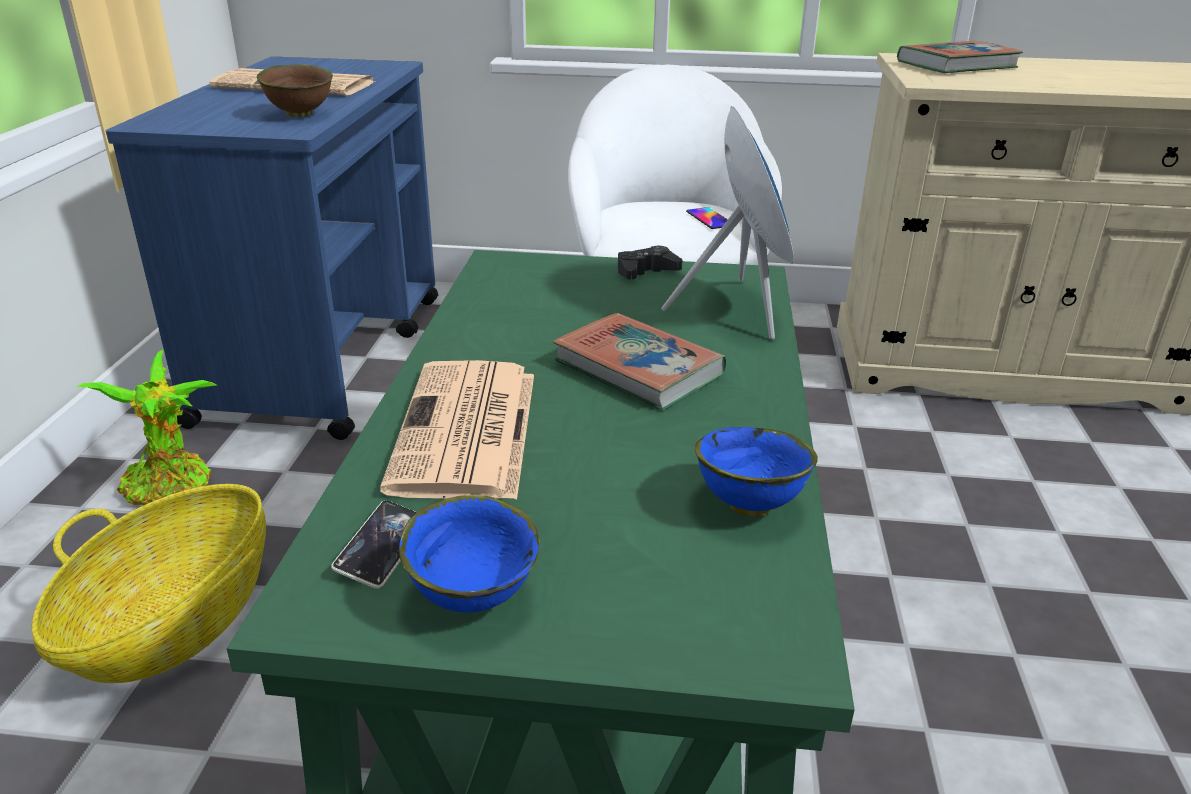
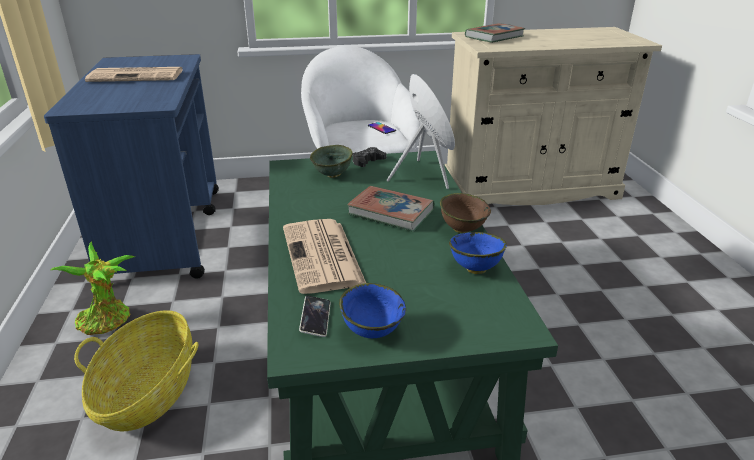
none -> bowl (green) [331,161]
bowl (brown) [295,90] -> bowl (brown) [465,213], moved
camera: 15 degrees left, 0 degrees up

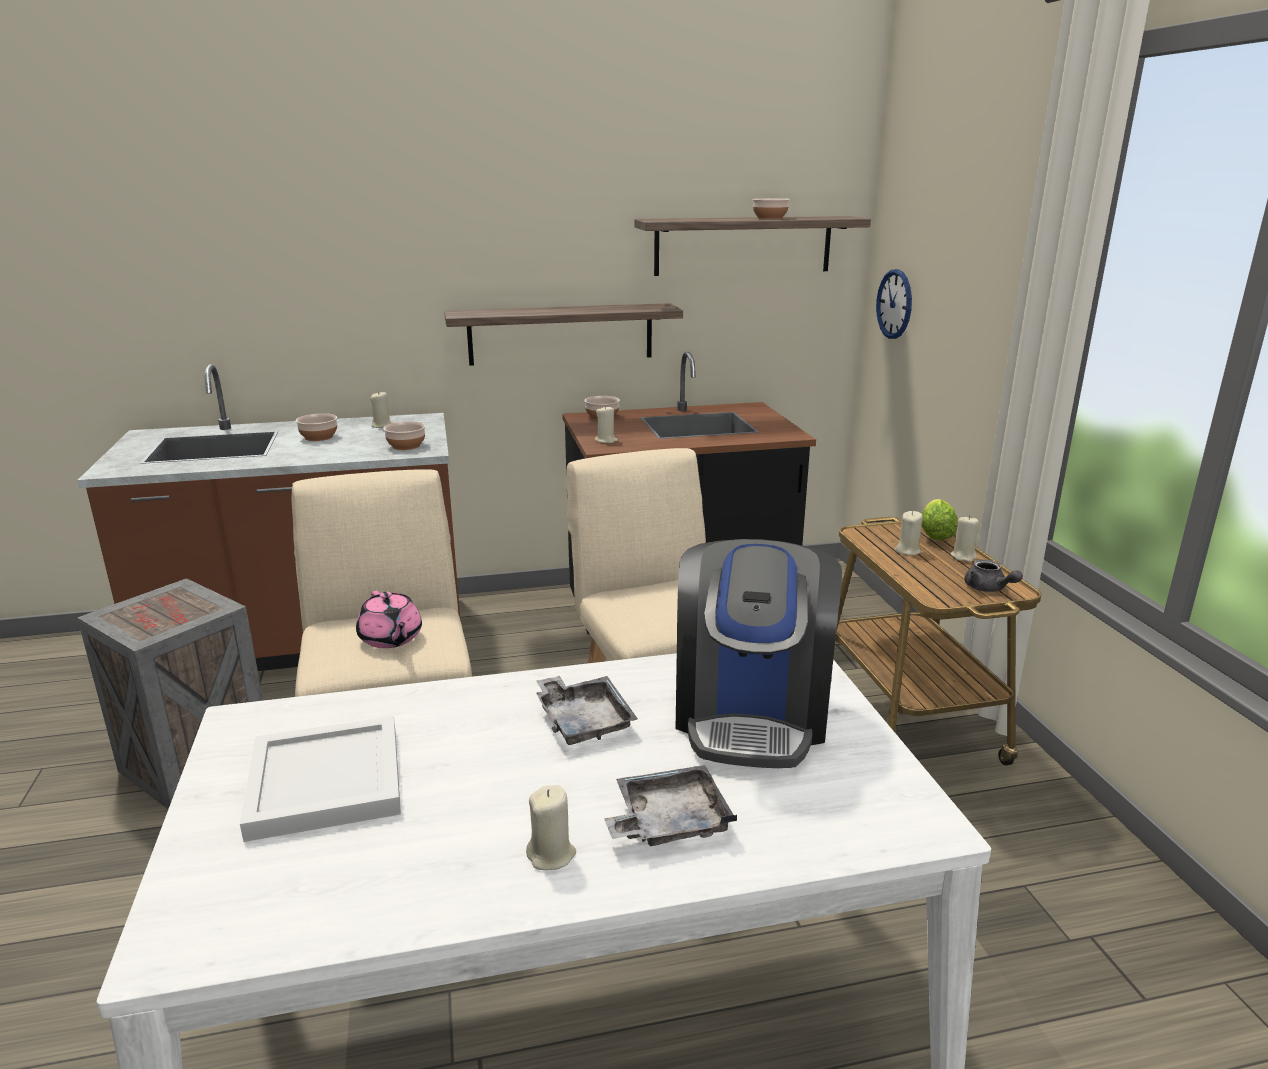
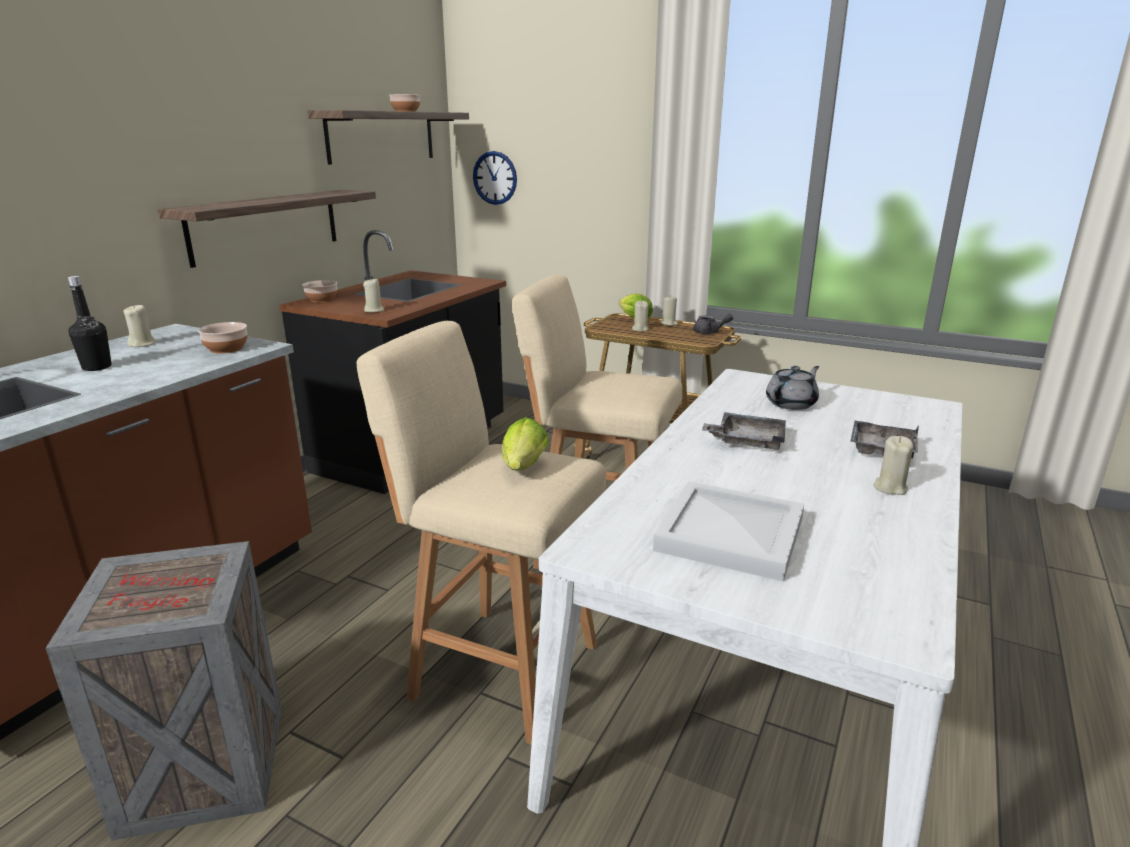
bowl [316,427] -> bottle (black-coloured) [90,323]
teapot (pinkish) [389,619] -> lettuce head [525,443]
coffee brewer [759,653] -> teapot (greyish) [792,388]
camera: 50 degrees left, 0 degrees up

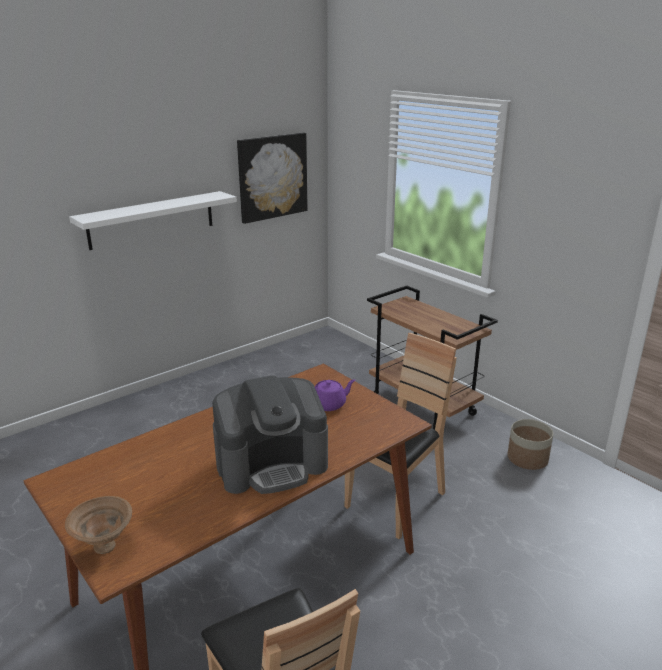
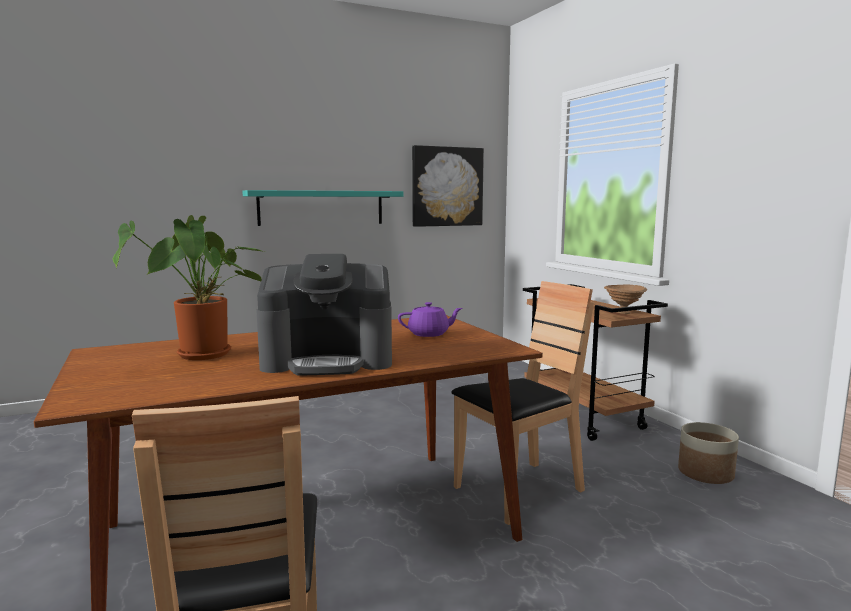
none -> potted plant [188,287]
wall shelf (white-coloured) [153,220] -> wall shelf (turquoise) [322,208]
bowl (brown) [98,525] -> bowl (brown) [625,299], moved
camera: 15 degrees right, 15 degrees down

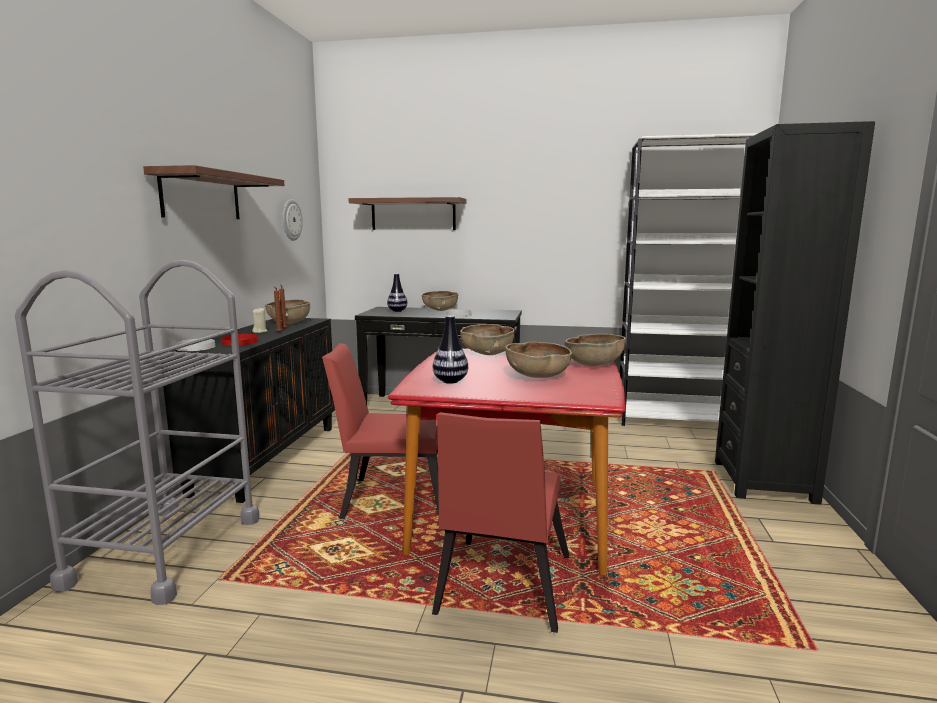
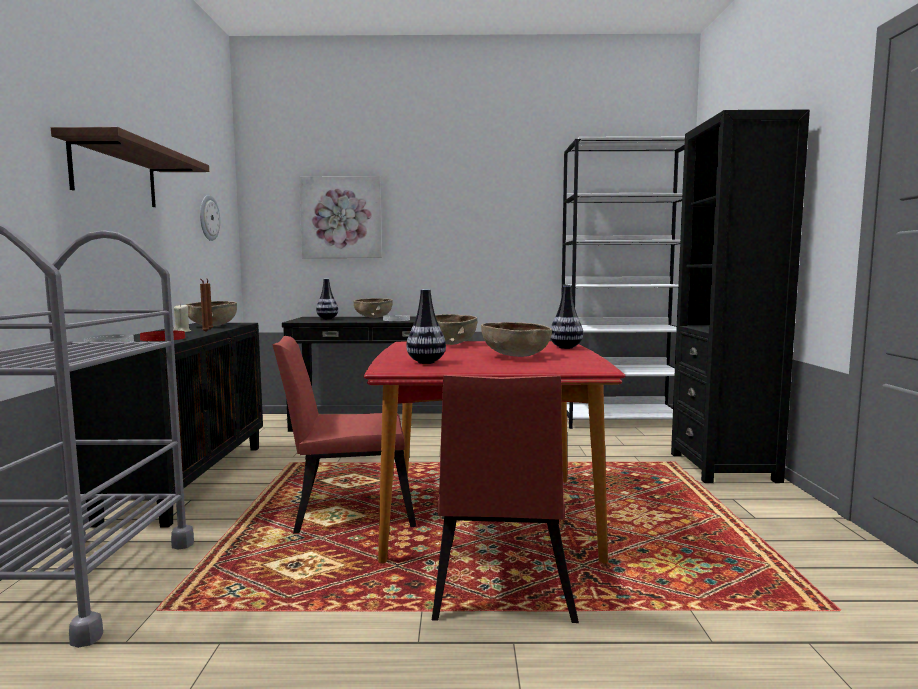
wall shelf [407,213] -> wall picture [340,217]
bowl (brown) [595,350] -> decorative vase [566,317]
camera: 10 degrees left, 5 degrees down

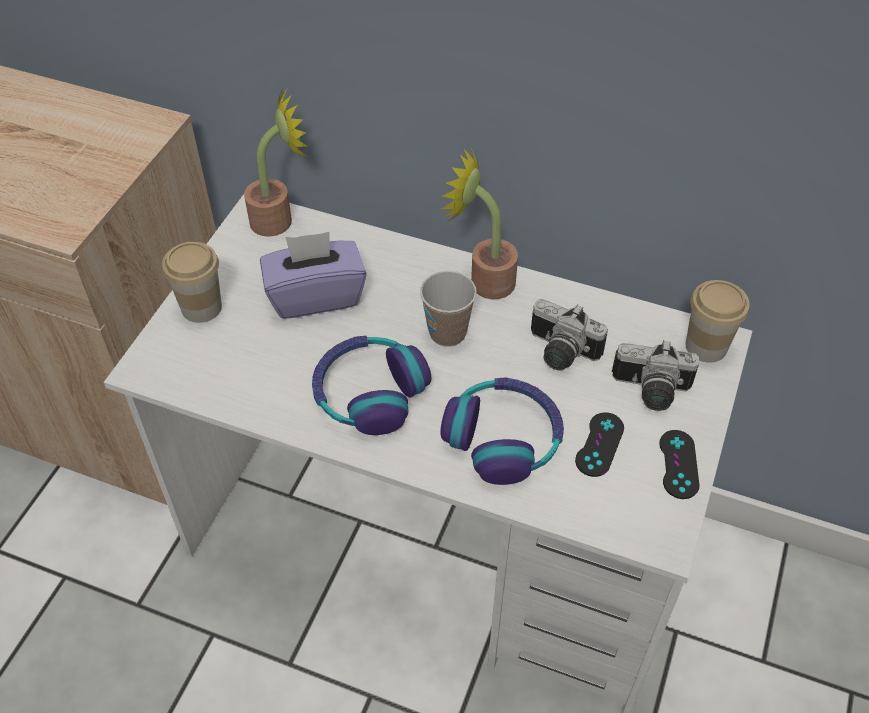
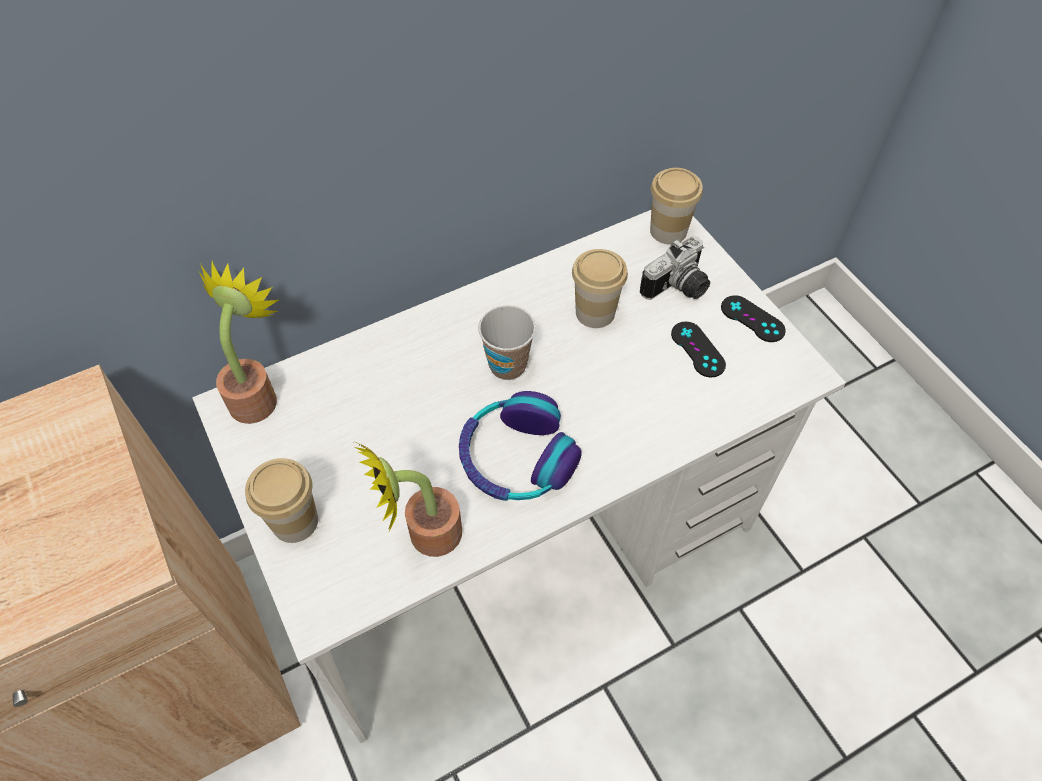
potted plant [479,223] -> potted plant [407,499], moved
photo camera [569,334] -> drinking cup [600,288]
box of tissues (purple-coloured) [313,275] -> none
headset [502,431] -> none
camera: 50 degrees left, 5 degrees up

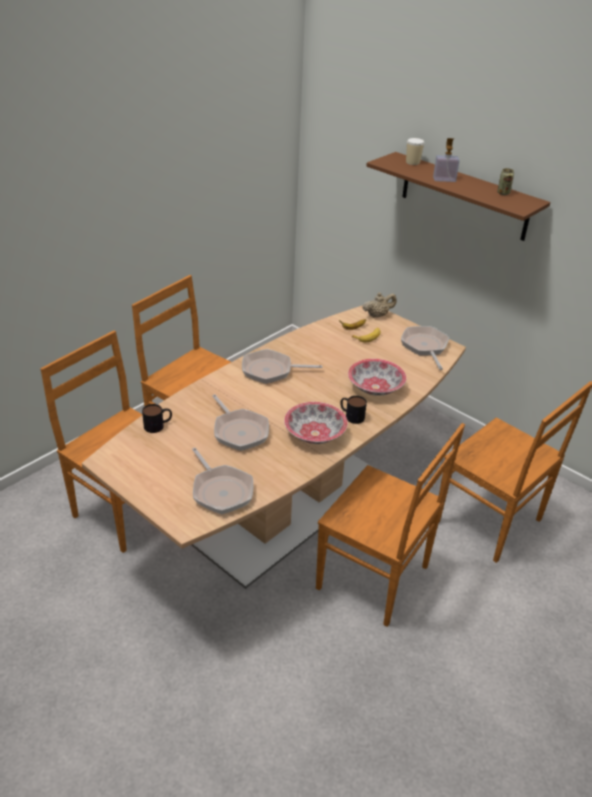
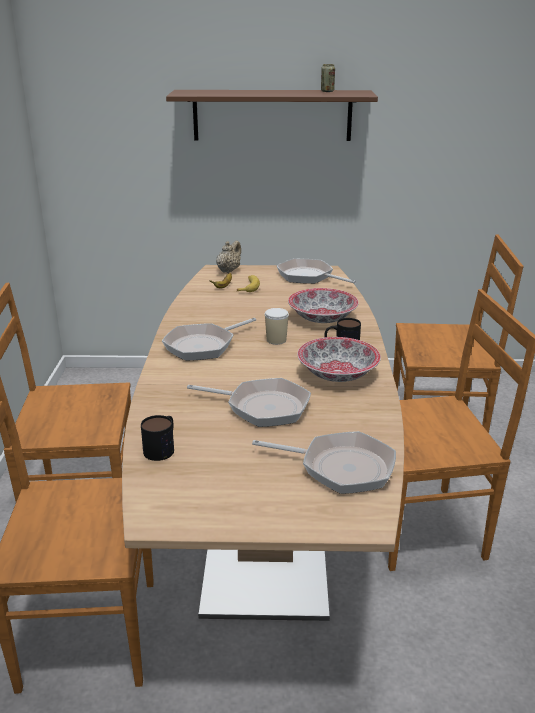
drinking cup [415,151] -> drinking cup [277,326], moved
soap dispenser [446,160] -> none
camera: 40 degrees left, 10 degrees down

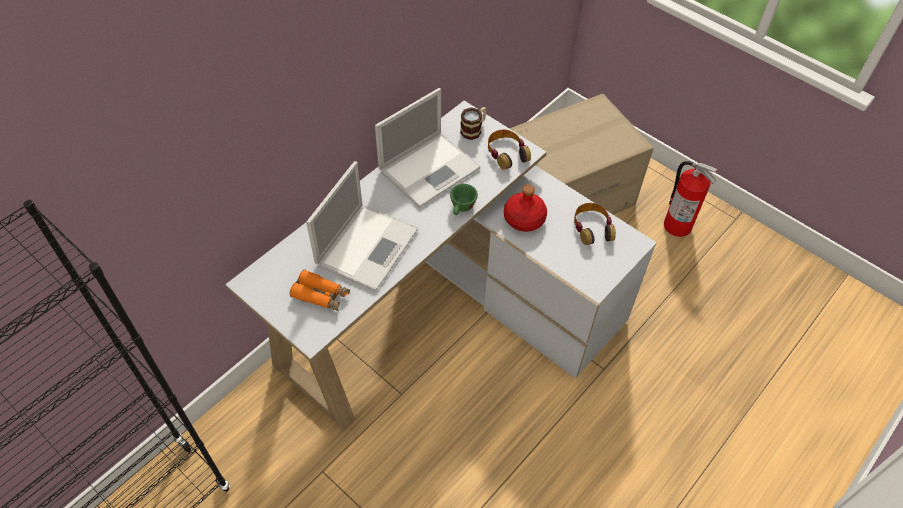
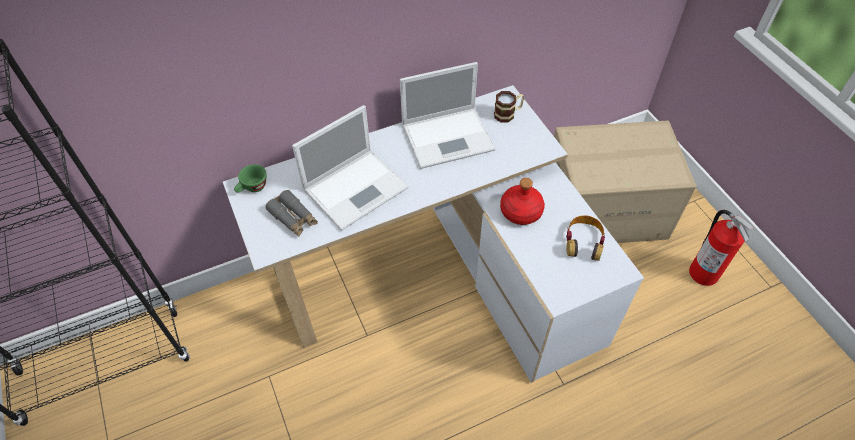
drinking cup (green) [464,199] -> drinking cup (green) [250,178], moved
pair of binoculars (orange) [320,290] -> pair of binoculars (greyish) [291,213]
headset [509,150] -> none
camera: 25 degrees right, 0 degrees up

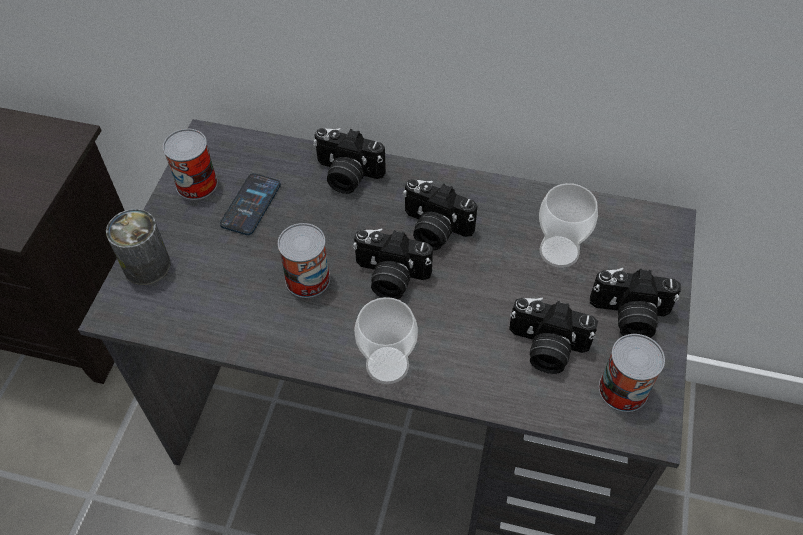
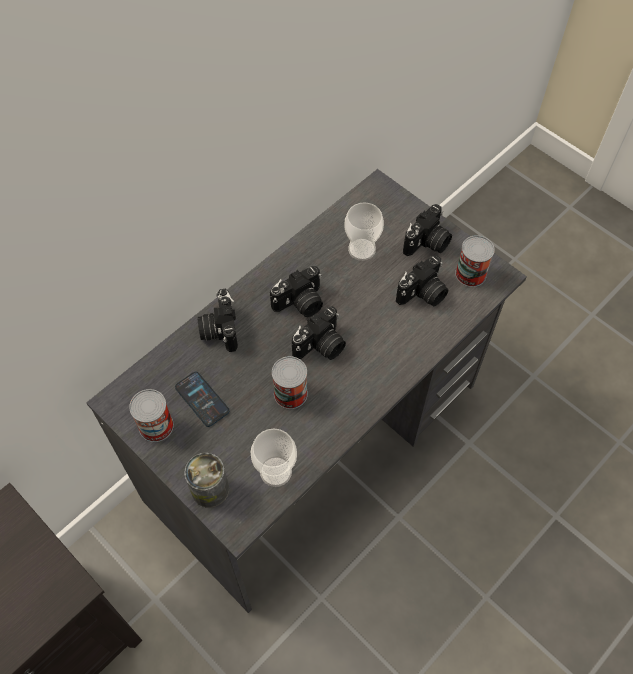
photo camera [349,161] -> photo camera [217,320], 120 degrees clockwise
drinking cup [386,340] -> drinking cup [274,458], moved
camera: 60 degrees left, 5 degrees up

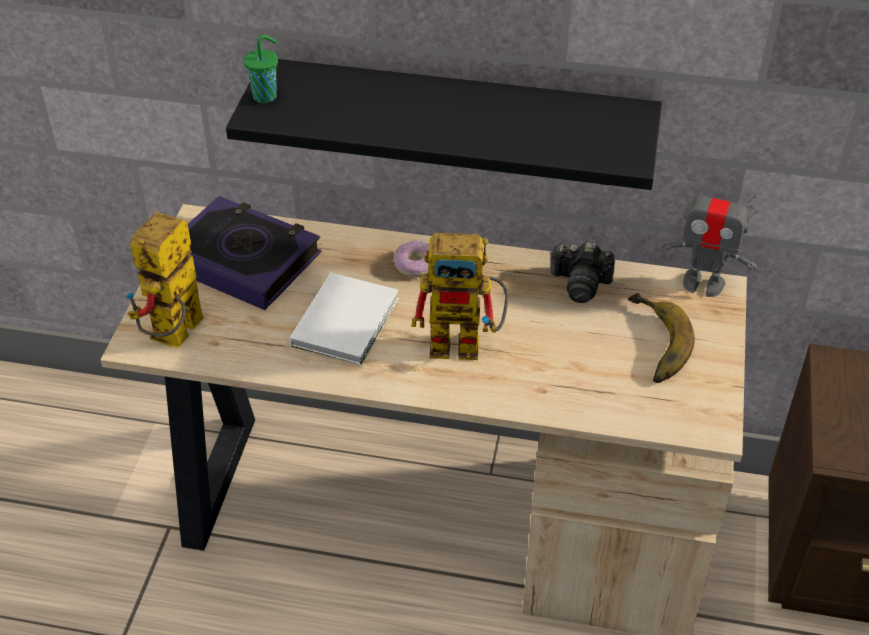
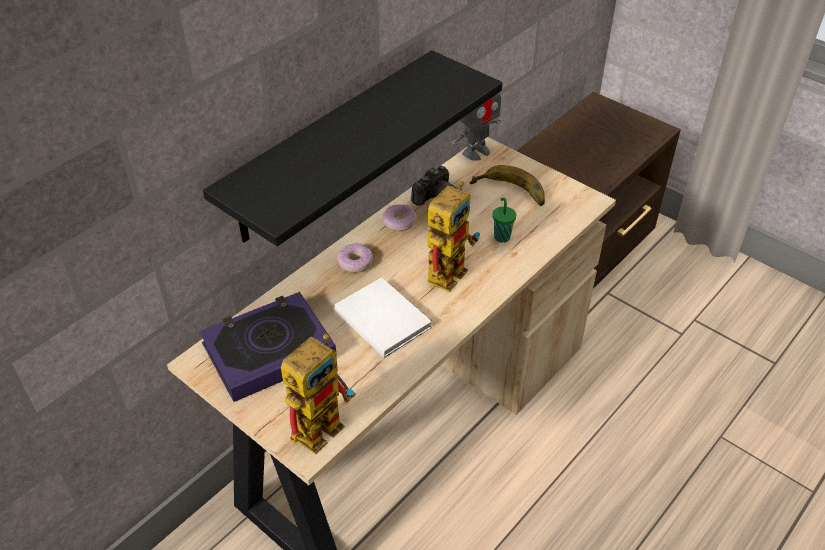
toy robot [164,280] -> toy robot [318,394], 105 degrees counterclockwise
none -> ring doughnut [399,217]
drinking cup (green) [260,69] -> drinking cup (green) [504,220], moved
camera: 60 degrees left, 0 degrees up

